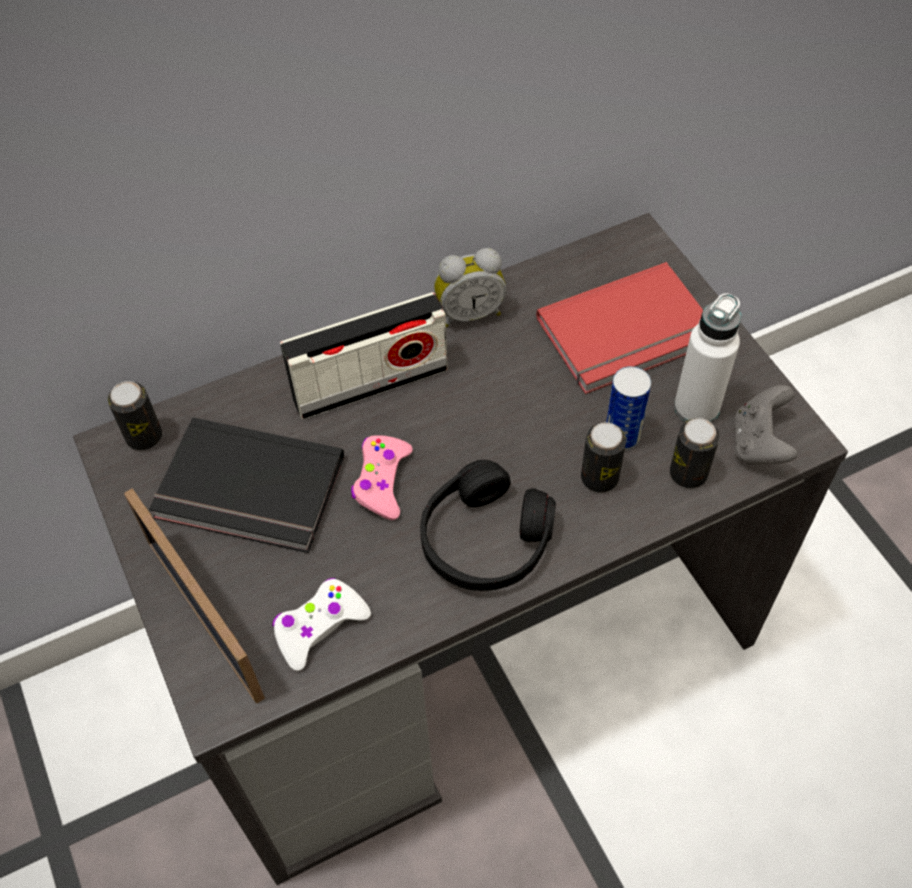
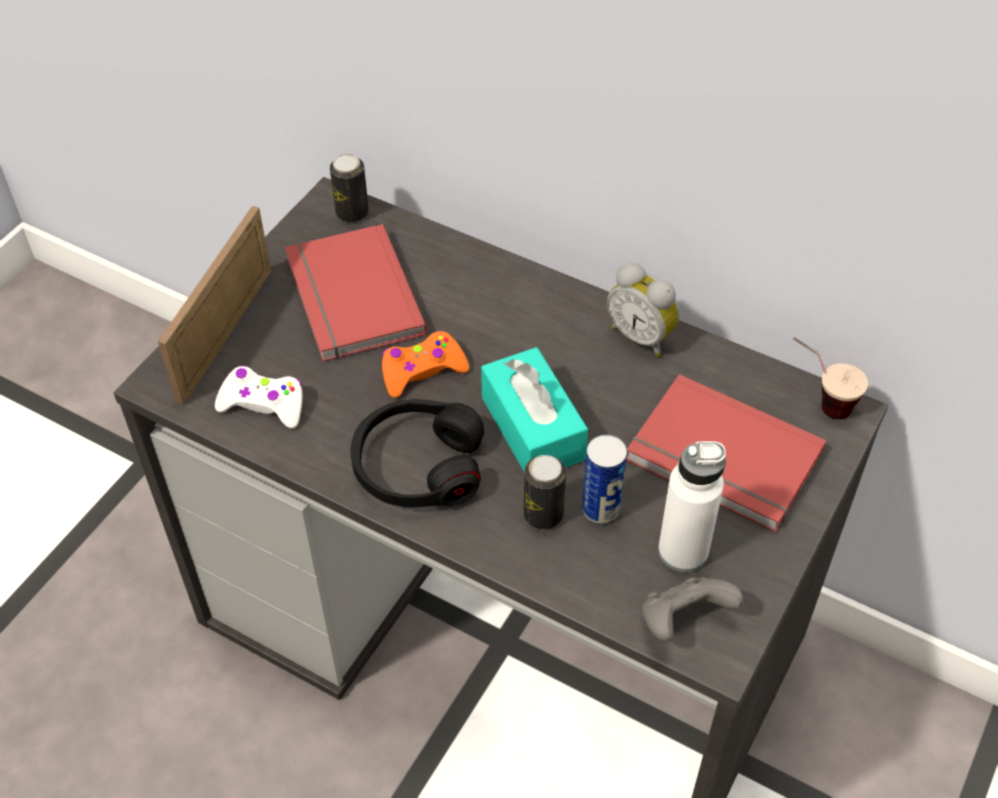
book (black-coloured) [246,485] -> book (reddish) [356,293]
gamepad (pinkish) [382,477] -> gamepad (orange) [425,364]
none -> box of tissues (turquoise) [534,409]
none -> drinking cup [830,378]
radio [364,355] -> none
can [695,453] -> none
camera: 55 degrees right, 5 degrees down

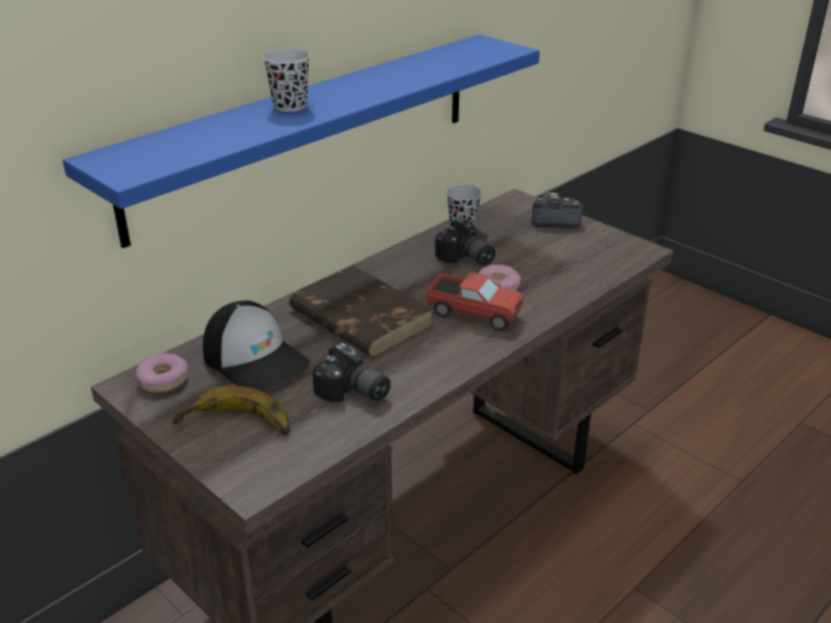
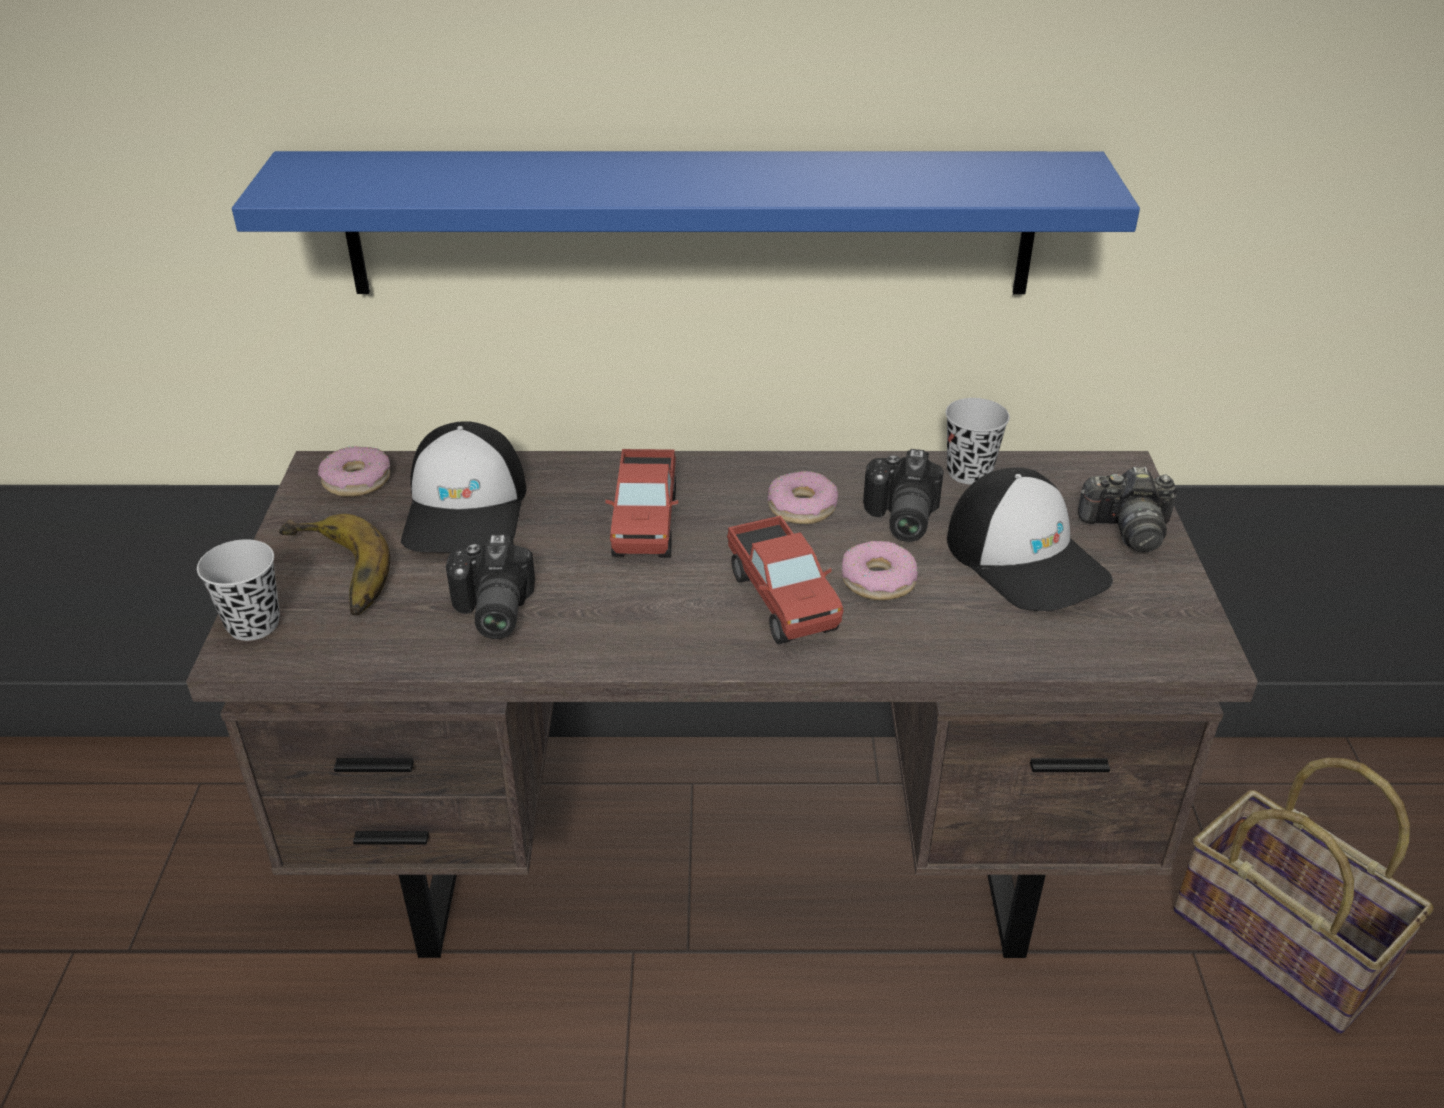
drinking cup (black-coloured) [286,80] -> drinking cup (black-coloured) [238,590], moved
book (brown) [361,311] -> toy truck [642,503]
none -> ring doughnut [803,497]
none -> cap [1030,539]
photo camera [558,210] -> photo camera [1127,509], 135 degrees clockwise
none -> storage basket [1304,896]
camera: 45 degrees right, 5 degrees up

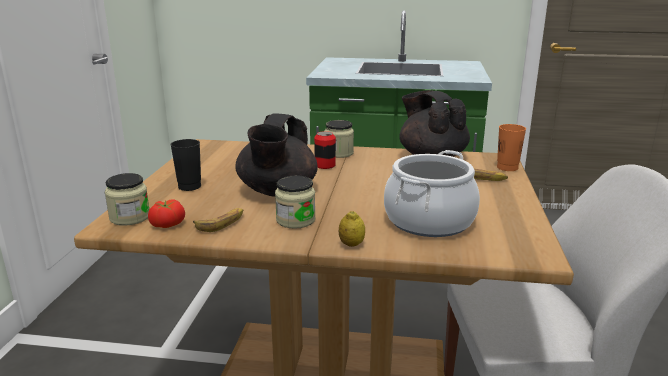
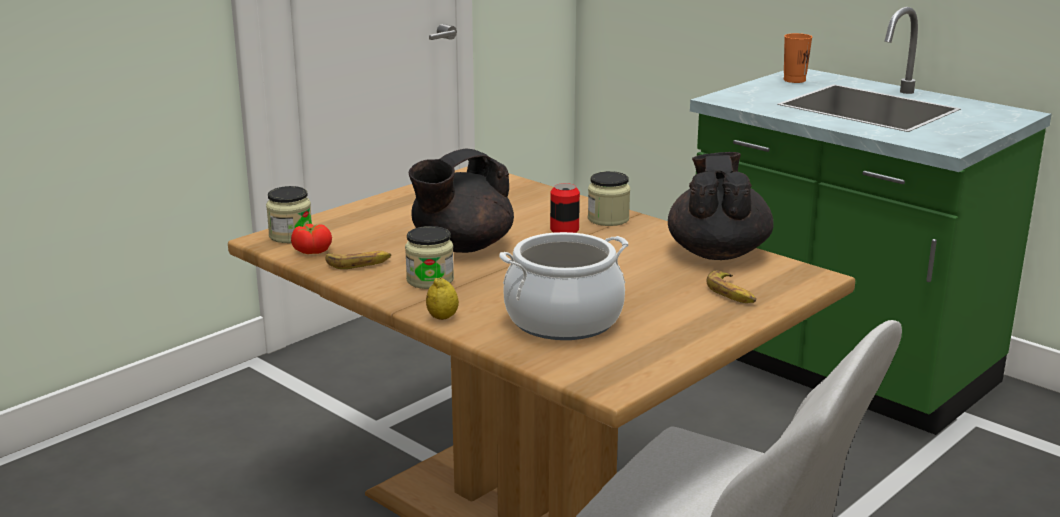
drinking cup (orange) [511,147] -> drinking cup (orange) [798,58], moved
drinking cup (black-coloured) [185,165] -> none
camera: 35 degrees right, 0 degrees up

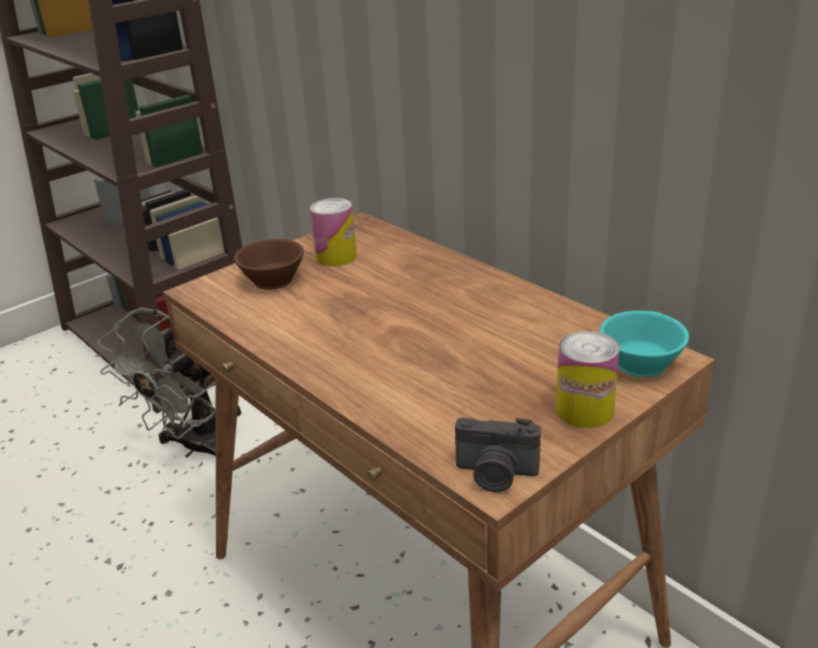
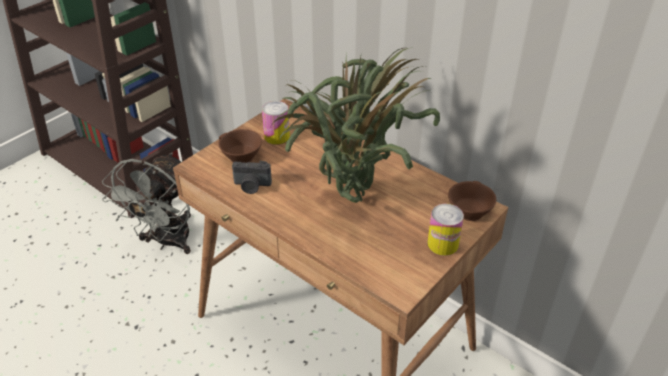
photo camera [498,455] -> photo camera [252,177], moved
none -> potted plant [355,125]
drinking cup (turquoise) [644,344] -> drinking cup (brown) [472,201]
camera: 10 degrees left, 10 degrees up

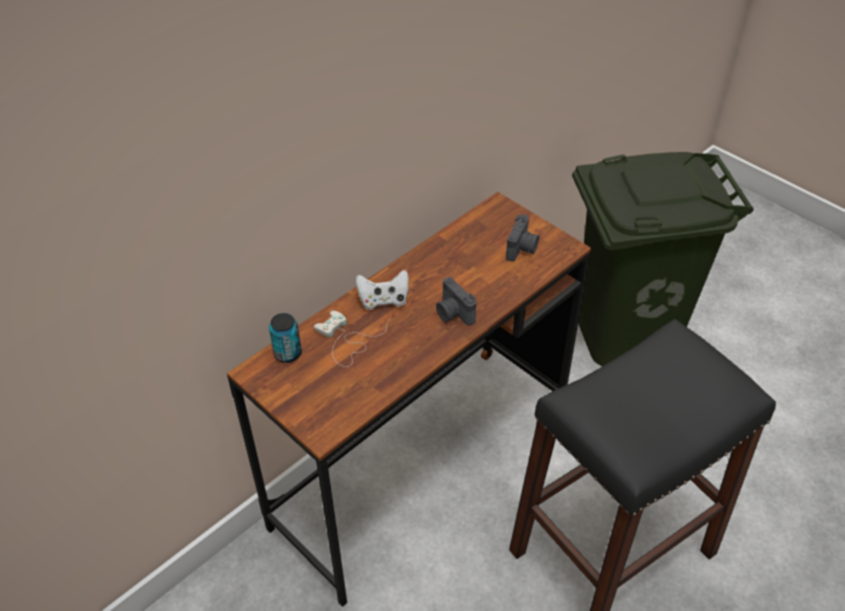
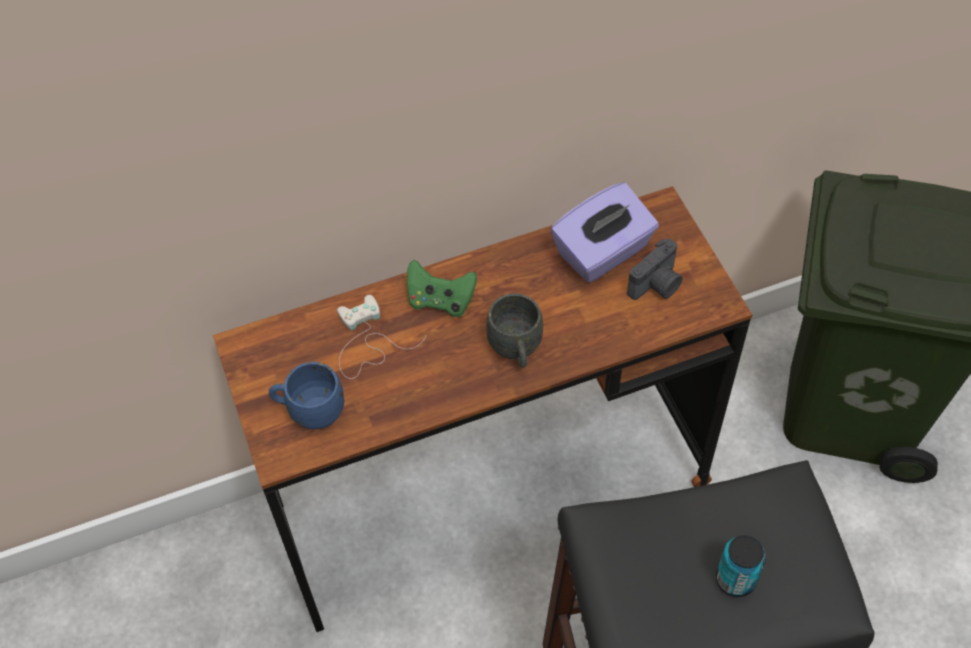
none -> coffee mug (bluish) [306,395]
gamepad (white-coloured) [382,290] -> gamepad (green) [442,288]
photo camera [456,301] -> coffee mug (greyish) [514,330]
none -> box of tissues (purple-coloured) [605,232]
can [285,338] -> can [741,566], moved
camera: 25 degrees right, 10 degrees up

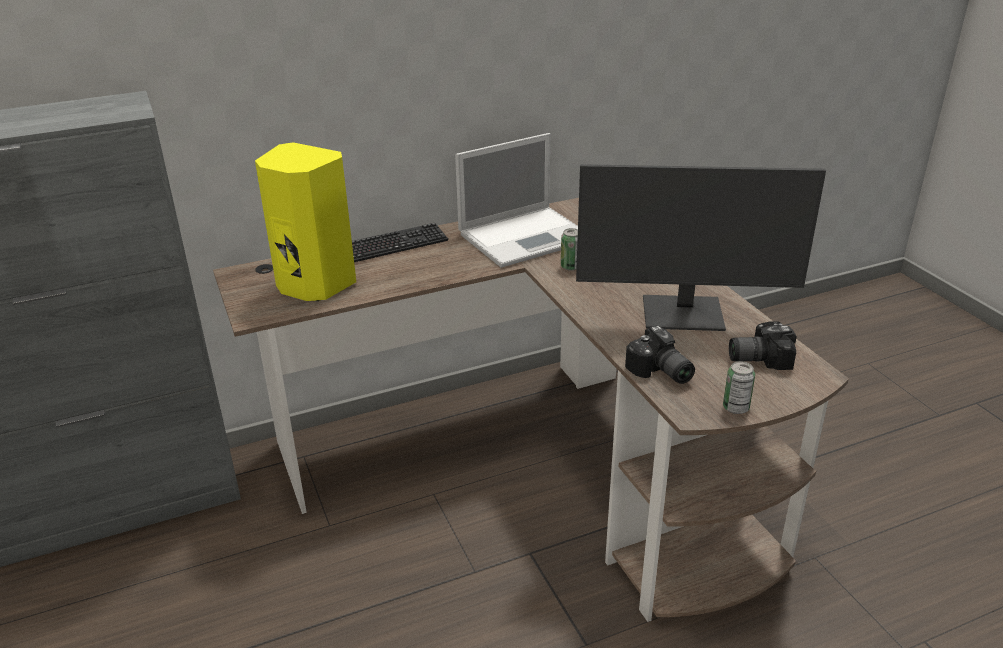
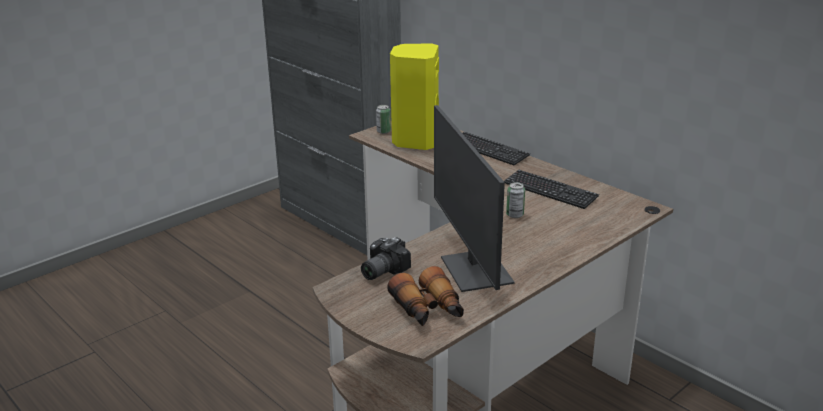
can [739,387] -> can [383,119], moved
photo camera [763,345] -> pair of binoculars [425,296]
laptop [516,200] -> keyboard [551,189]
camera: 70 degrees right, 5 degrees down

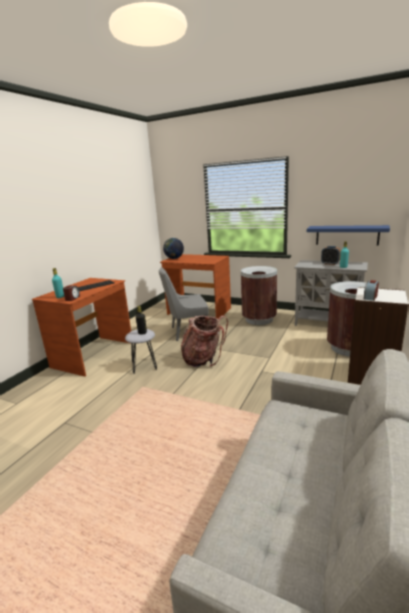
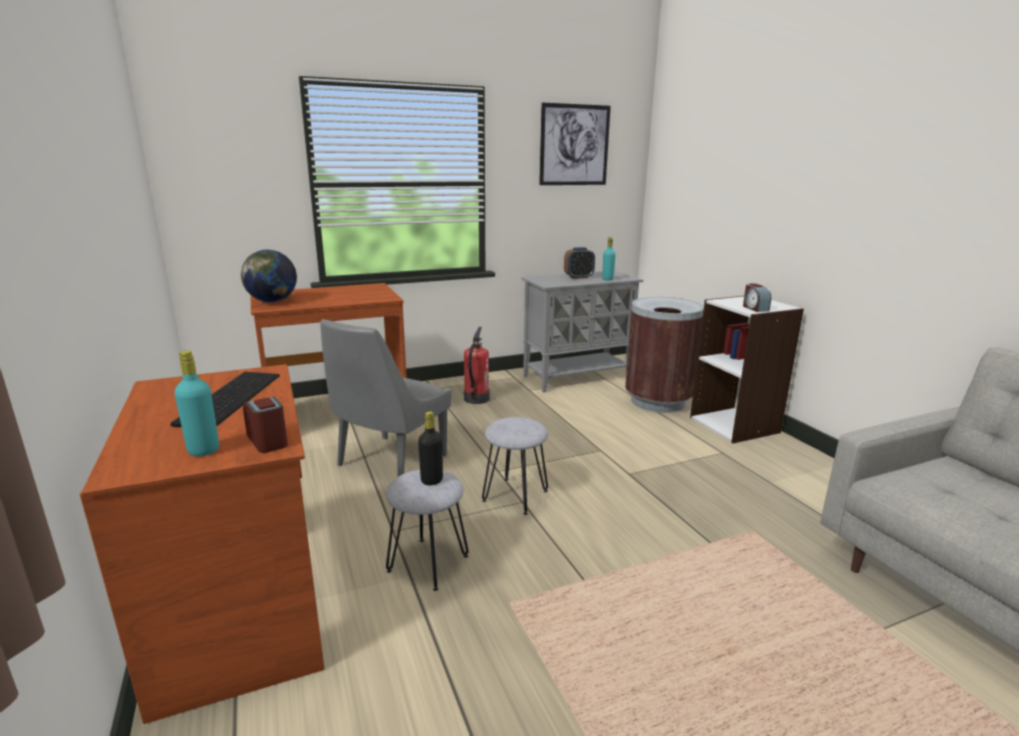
waste bin (brown) [259,295] -> fire extinguisher [477,365]
rucksack [204,341] -> sitting stool (greyish) [515,466]
none -> wall picture [575,144]
wall shelf (bluish) [348,235] -> none
camera: 50 degrees left, 0 degrees up

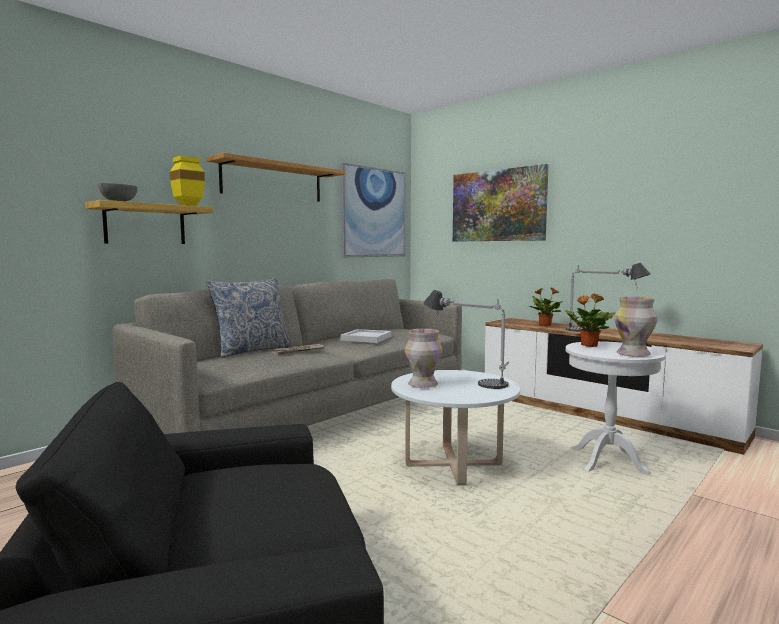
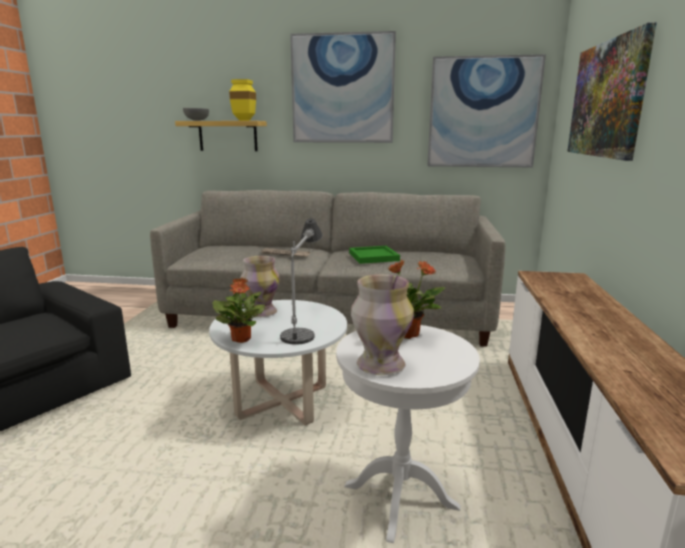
potted plant [546,306] -> potted plant [238,310], moved
wall shelf [276,177] -> wall picture [343,87]
carrying tray (white-coloured) [365,336] -> carrying tray (green) [374,255]
cushion [249,317] -> none
lamp for a table [608,297] -> none
camera: 55 degrees right, 10 degrees up

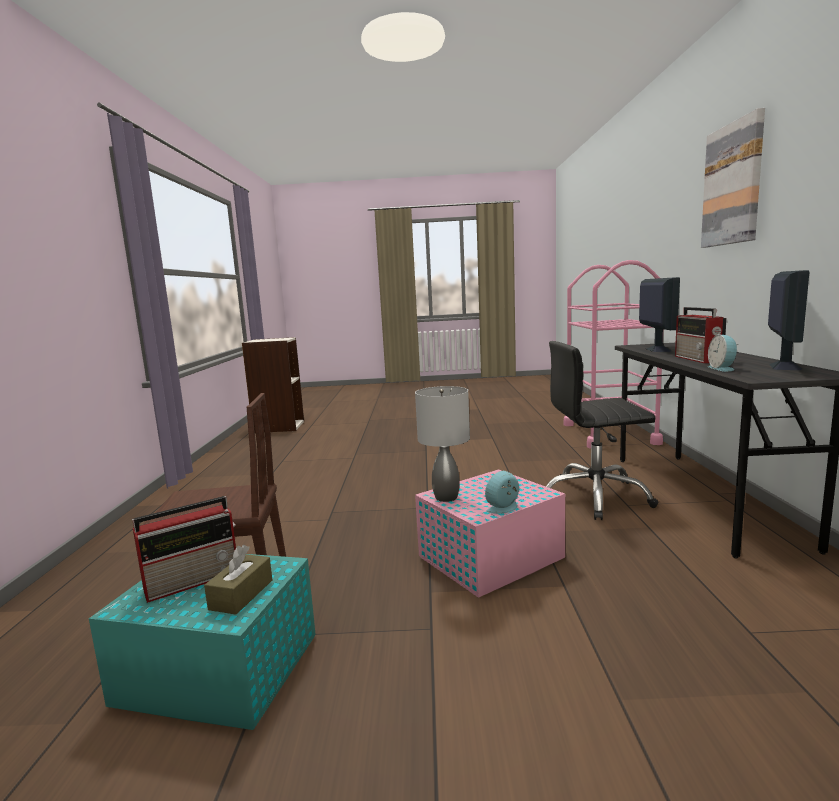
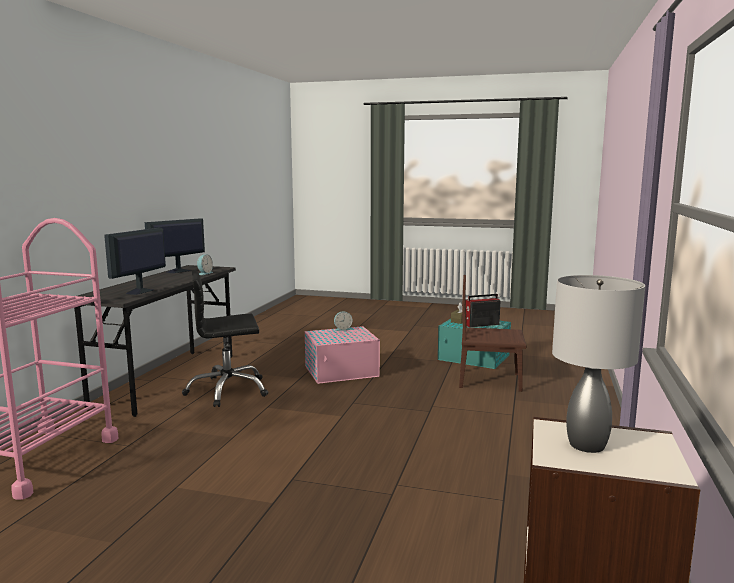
office chair (black-coloured) [602,430] -> office chair (black-coloured) [225,338], 150 degrees clockwise
lamp for a table (greyish) [442,444] -> lamp for a table (greyish) [598,364], moved
radio [701,335] -> none
wall picture [733,178] -> none
camera: 165 degrees left, 0 degrees up

